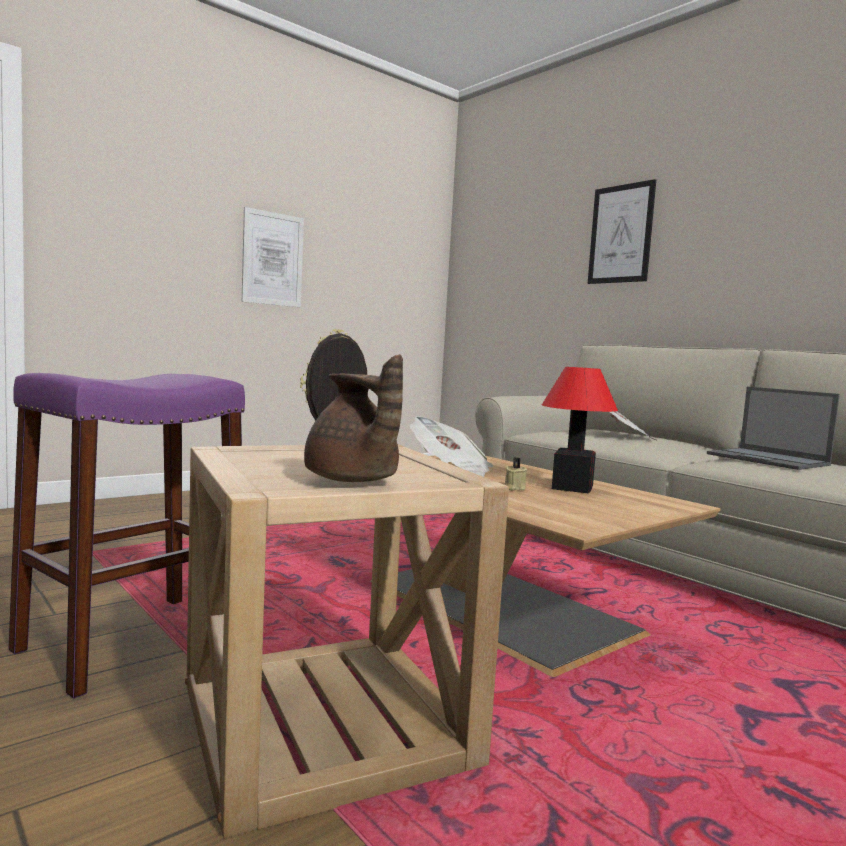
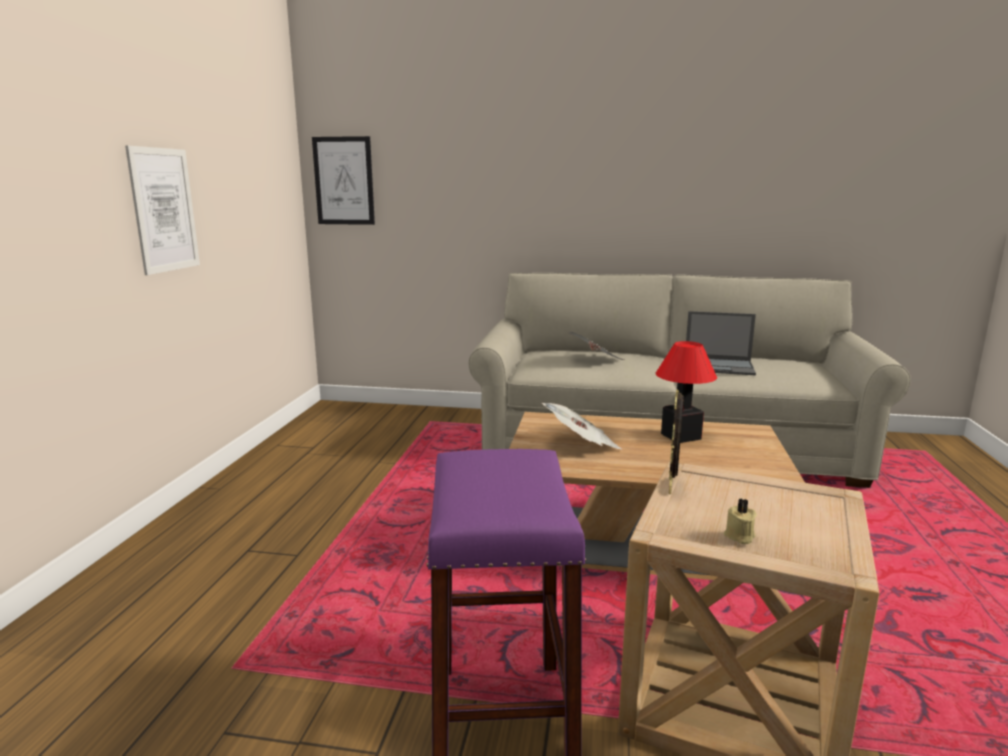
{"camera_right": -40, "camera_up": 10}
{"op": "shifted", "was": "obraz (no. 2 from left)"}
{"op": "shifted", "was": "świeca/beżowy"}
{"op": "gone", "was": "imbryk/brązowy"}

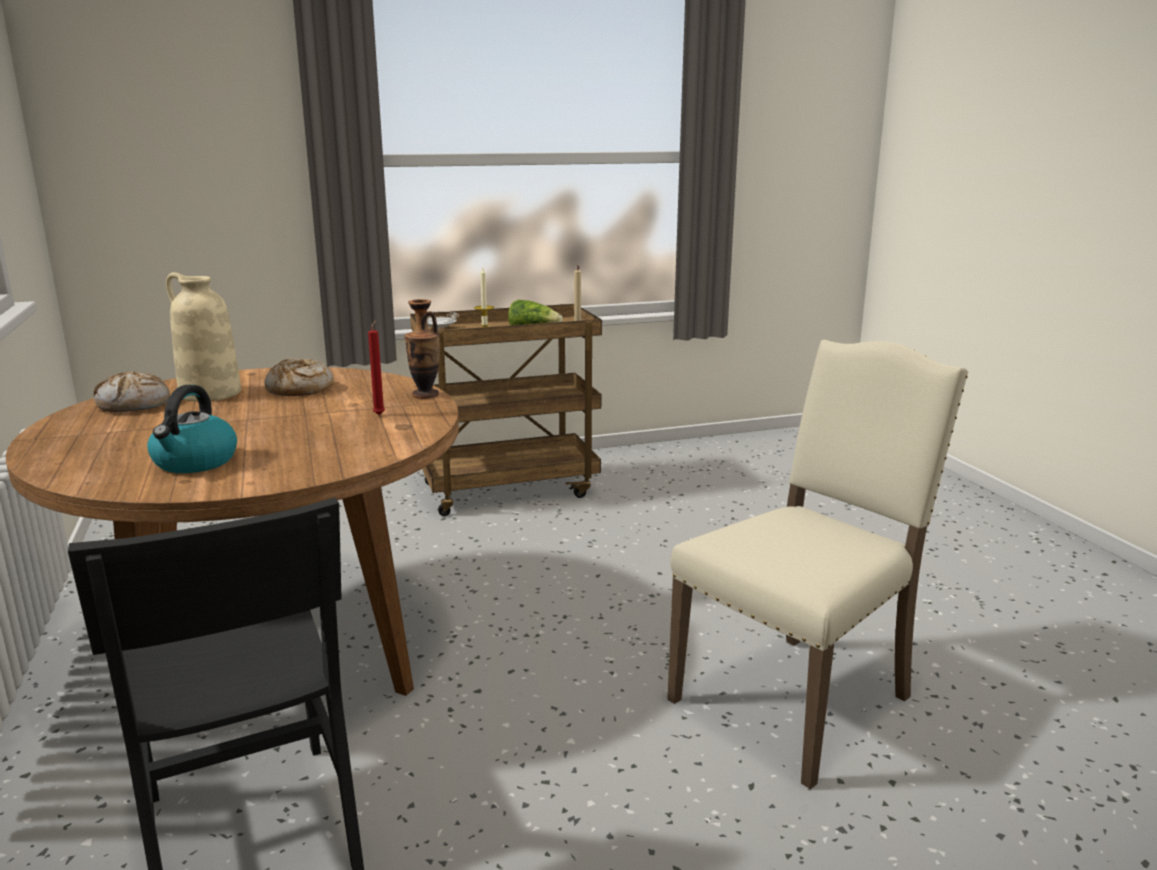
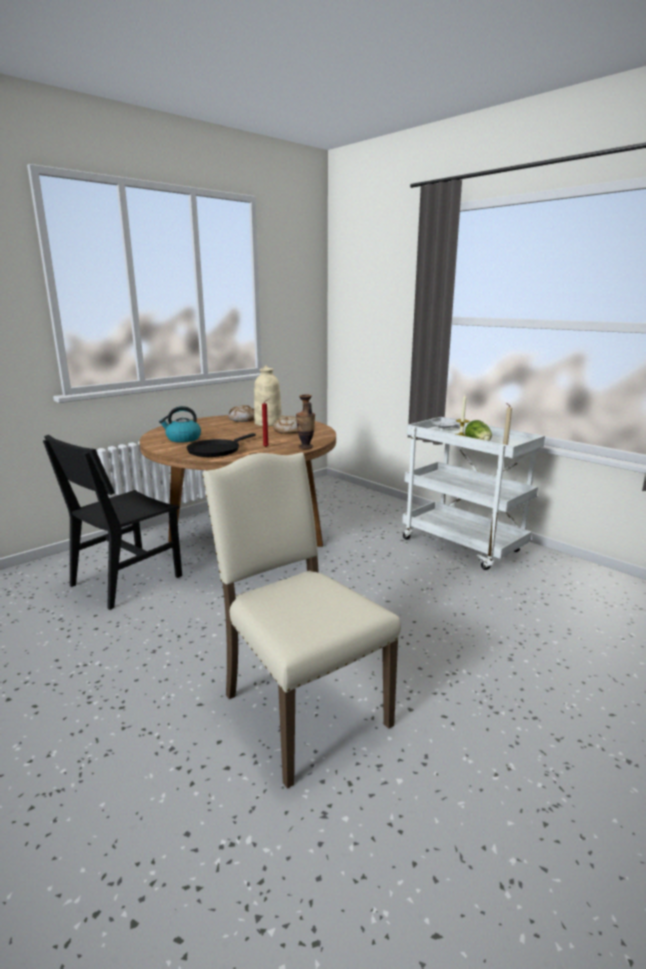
{"camera_right": 65, "camera_up": 0}
{"op": "new", "now": "patelnia/czarny"}
{"op": "rotated", "was": "krzesło/beżowy", "clockwise": -150}
{"op": "repainted", "was": "wózek/brązowy", "now": "wózek/biały"}

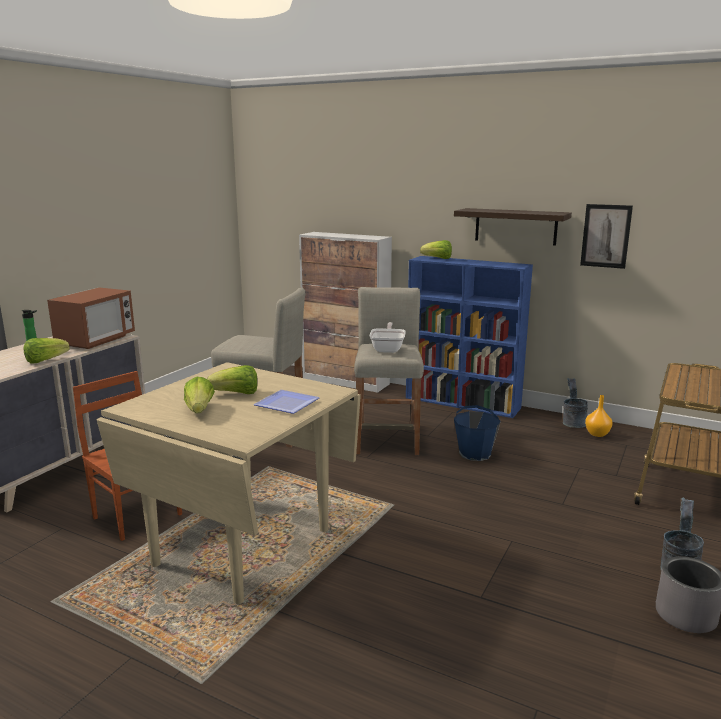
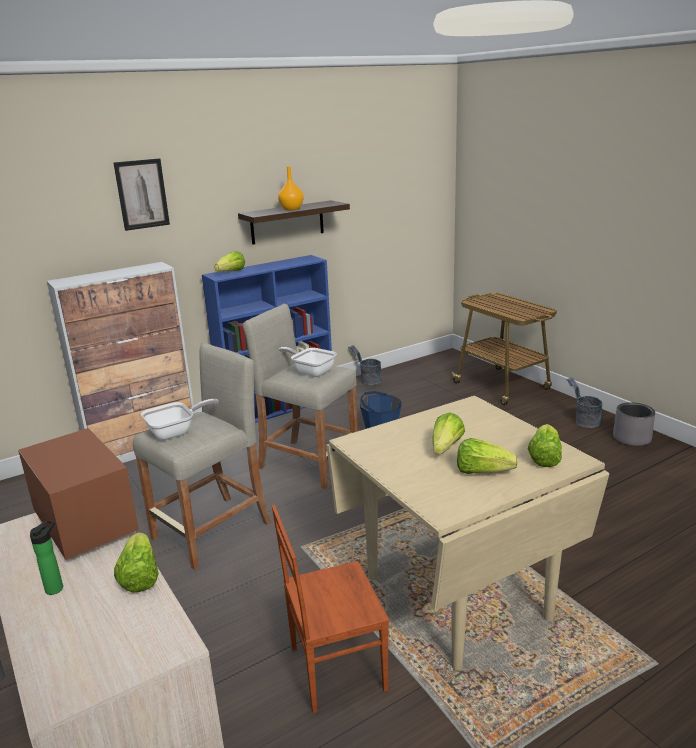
{"camera_right": -60, "camera_up": 5}
{"op": "shifted", "was": "obraz"}
{"op": "new", "now": "patelnia (no. 1 from left)"}
{"op": "shifted", "was": "wazon/pomarańczowy"}
{"op": "new", "now": "sałata (no. 5 from left)"}
{"op": "gone", "was": "talerz"}

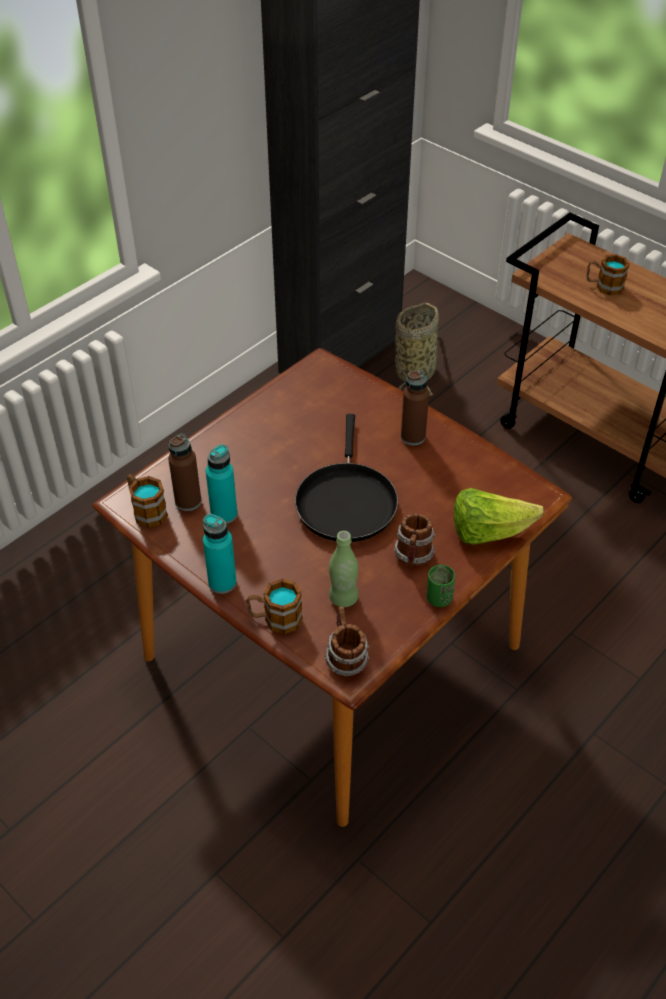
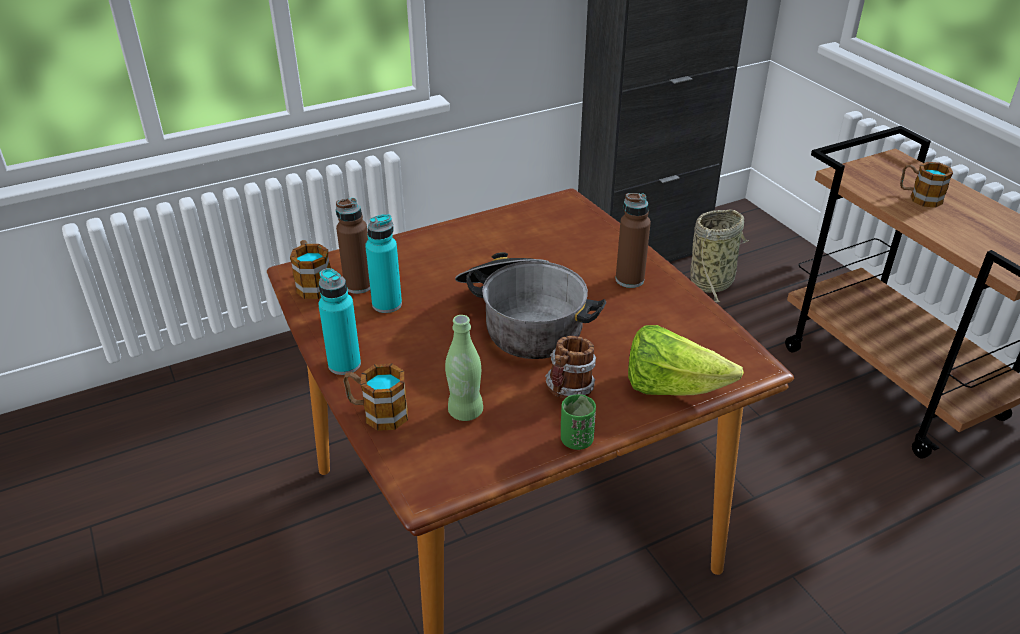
{"camera_right": 20, "camera_up": -10}
{"op": "swapped", "was": "patelnia/czarny", "now": "garnek"}
{"op": "gone", "was": "kubek (no. 3 from left)"}

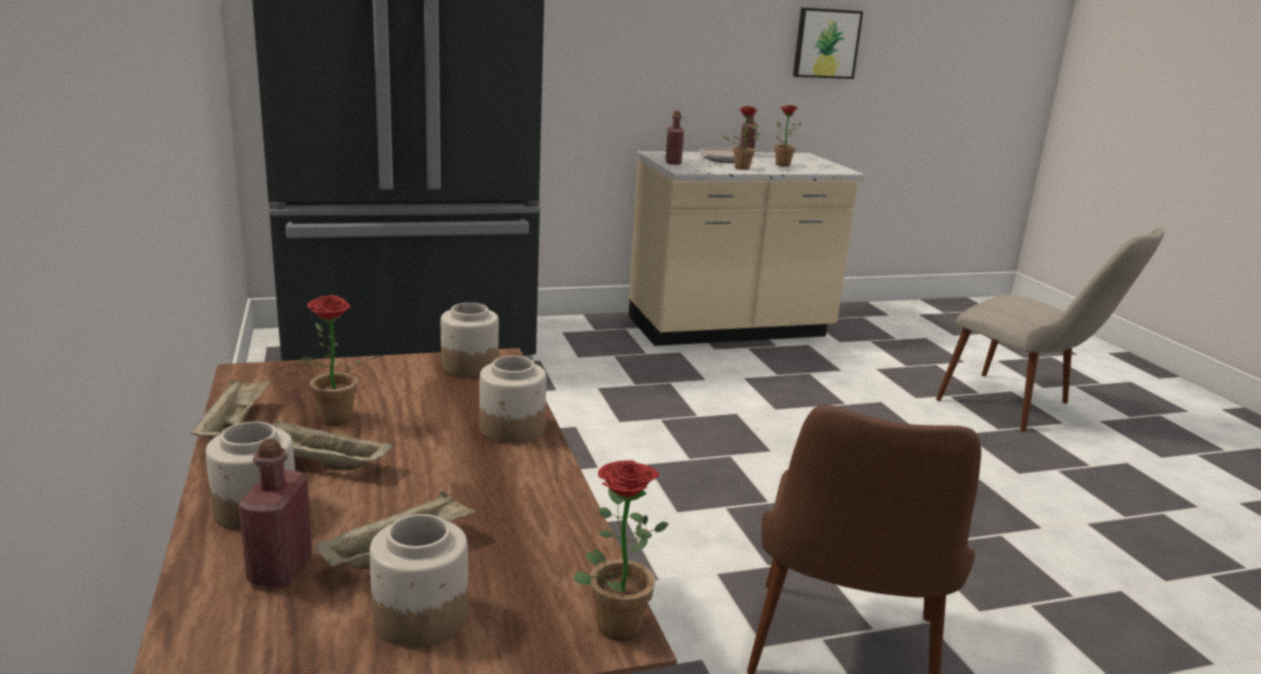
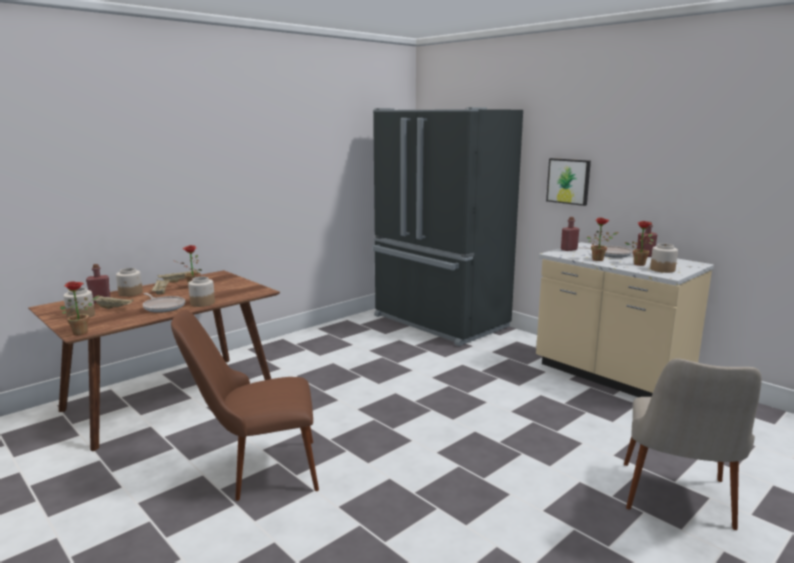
{"camera_right": 65, "camera_up": -5}
{"op": "new", "now": "patelnia (no. 1 from left)"}
{"op": "shifted", "was": "obraz"}
{"op": "shifted", "was": "słoik (no. 3 from left in the first image)", "now": "słoik (no. 4 from left)"}

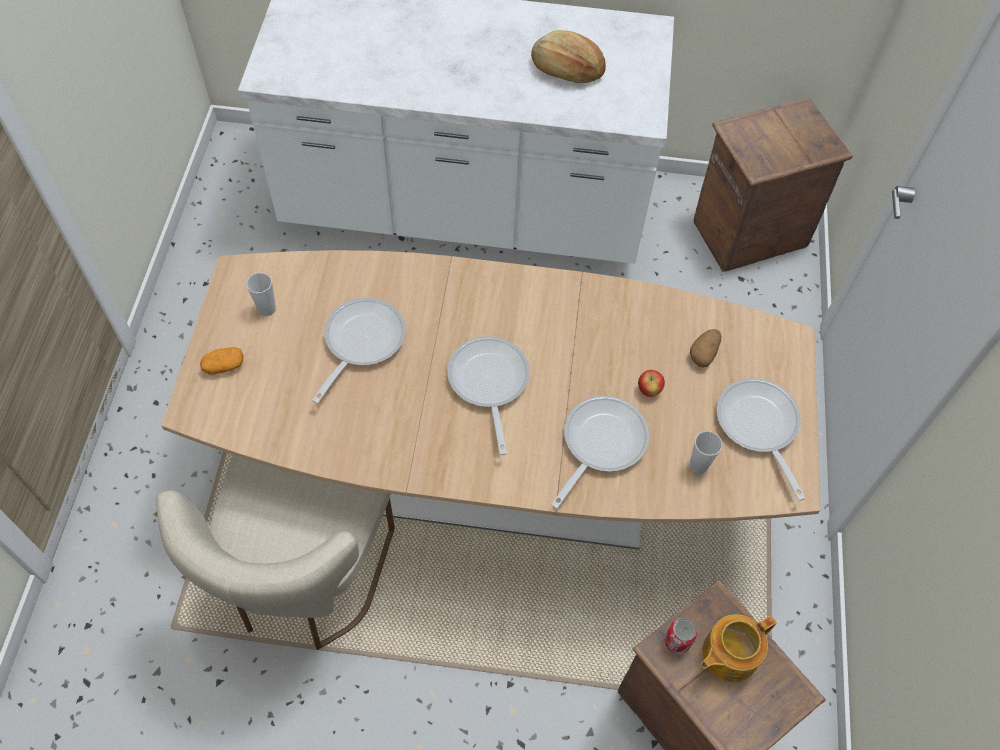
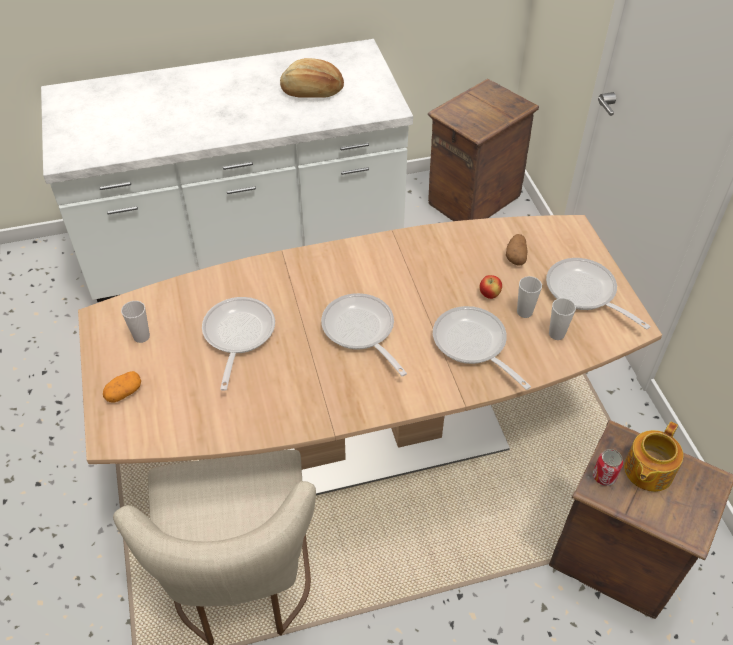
{"camera_right": -20, "camera_up": -10}
{"op": "rotated", "was": "patelnia (no. 3 from left)", "clockwise": -45}
{"op": "new", "now": "filiżanka (no. 2 from left)"}

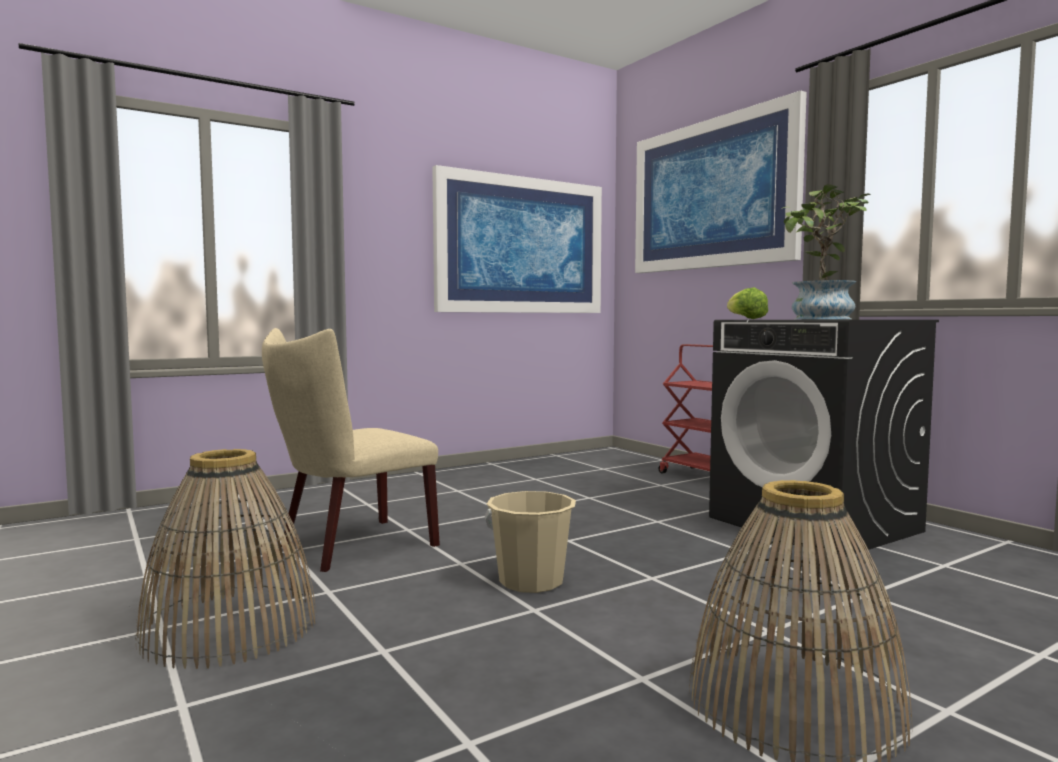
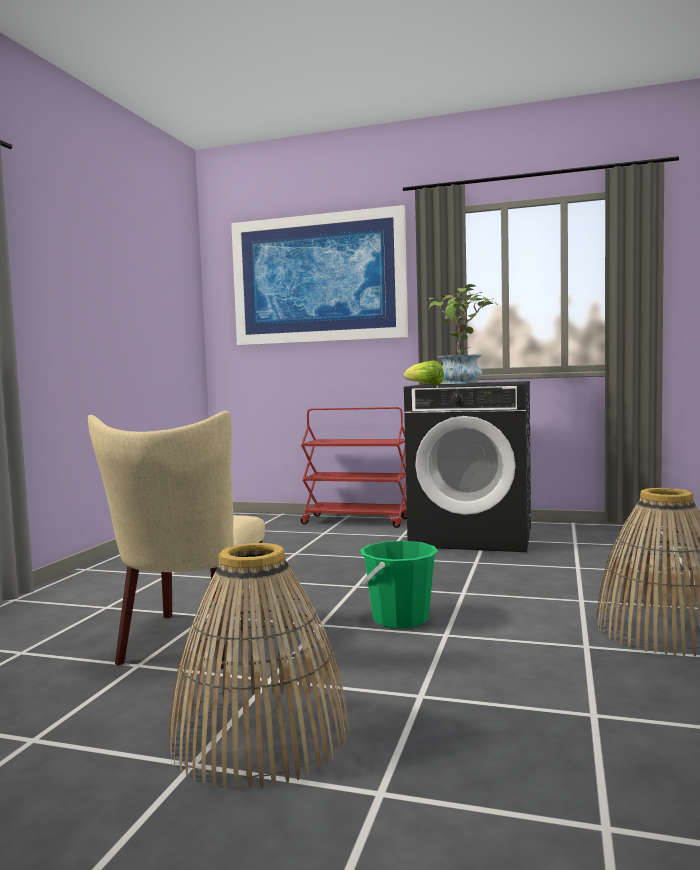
{"camera_right": -40, "camera_up": 0}
{"op": "repainted", "was": "wiadro/beżowy", "now": "wiadro/zielony"}
{"op": "gone", "was": "obraz (no. 1 from left)"}

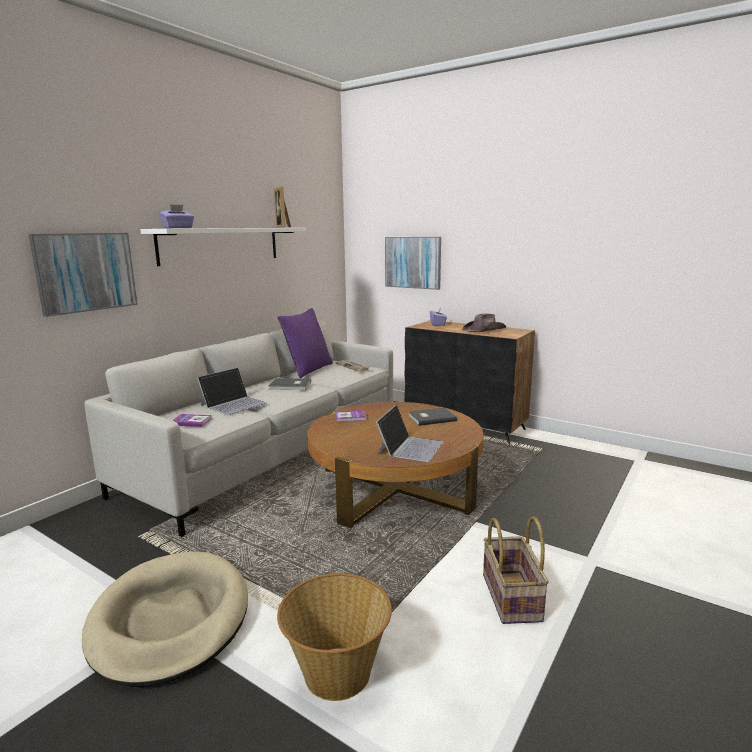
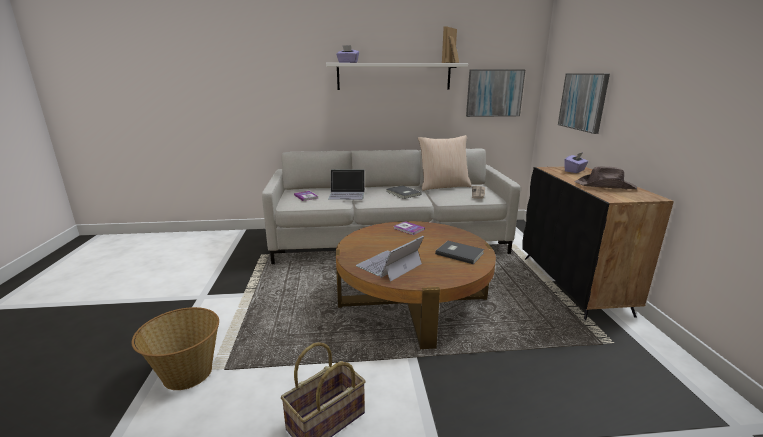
{"camera_right": 50, "camera_up": 5}
{"op": "rotated", "was": "laptop (no. 2 from left)", "clockwise": 150}
{"op": "repainted", "was": "poduszka/fioletowy", "now": "poduszka/beżowy"}
{"op": "shifted", "was": "obraz (no. 1 from left)"}
{"op": "gone", "was": "legowisko/beżowy"}

